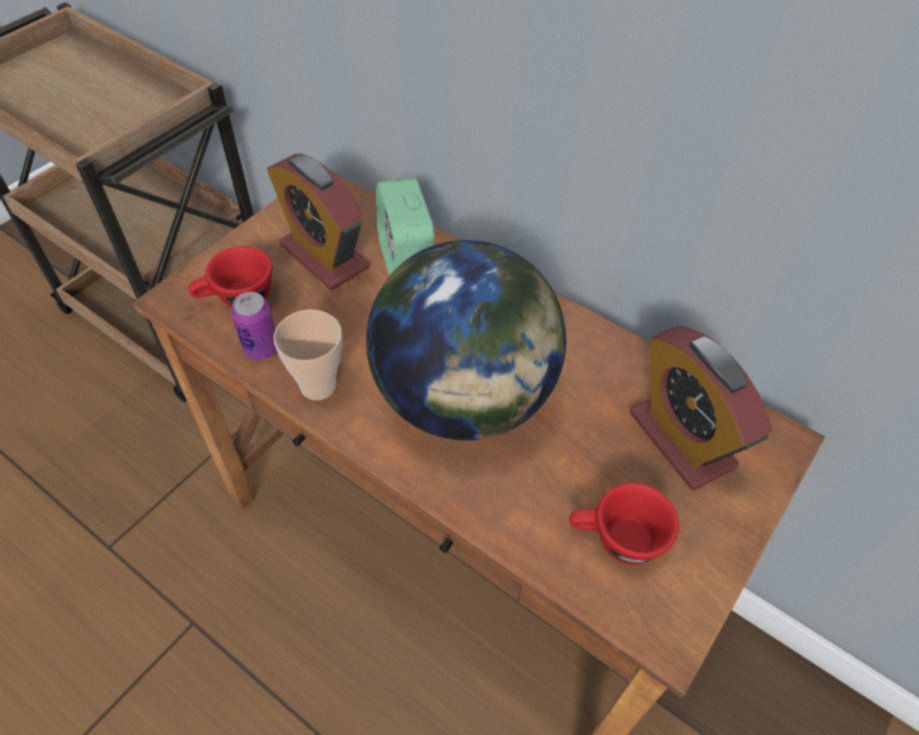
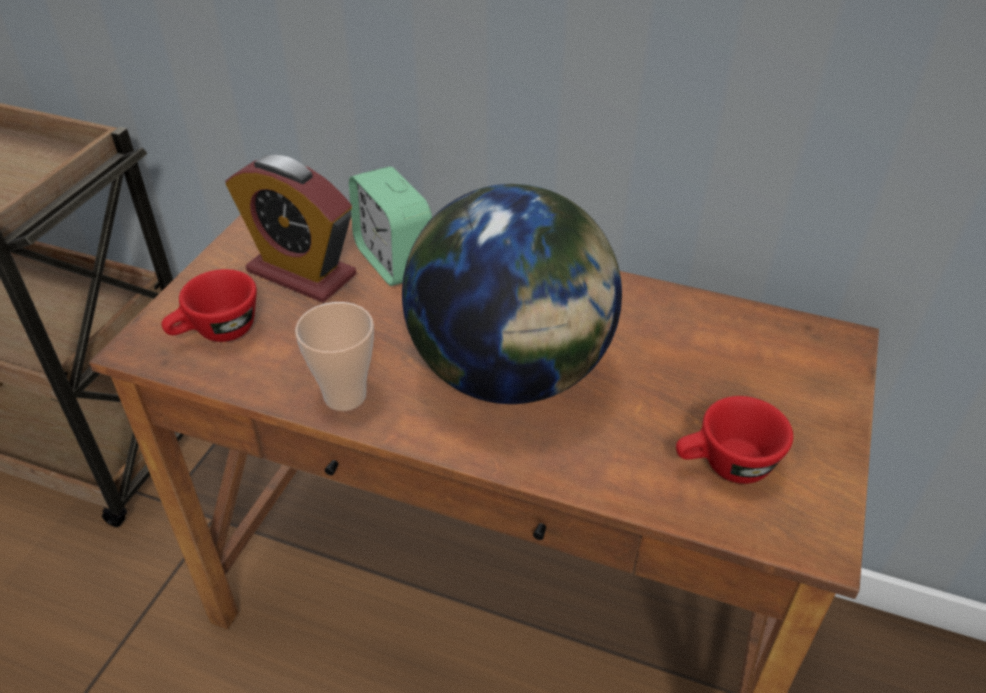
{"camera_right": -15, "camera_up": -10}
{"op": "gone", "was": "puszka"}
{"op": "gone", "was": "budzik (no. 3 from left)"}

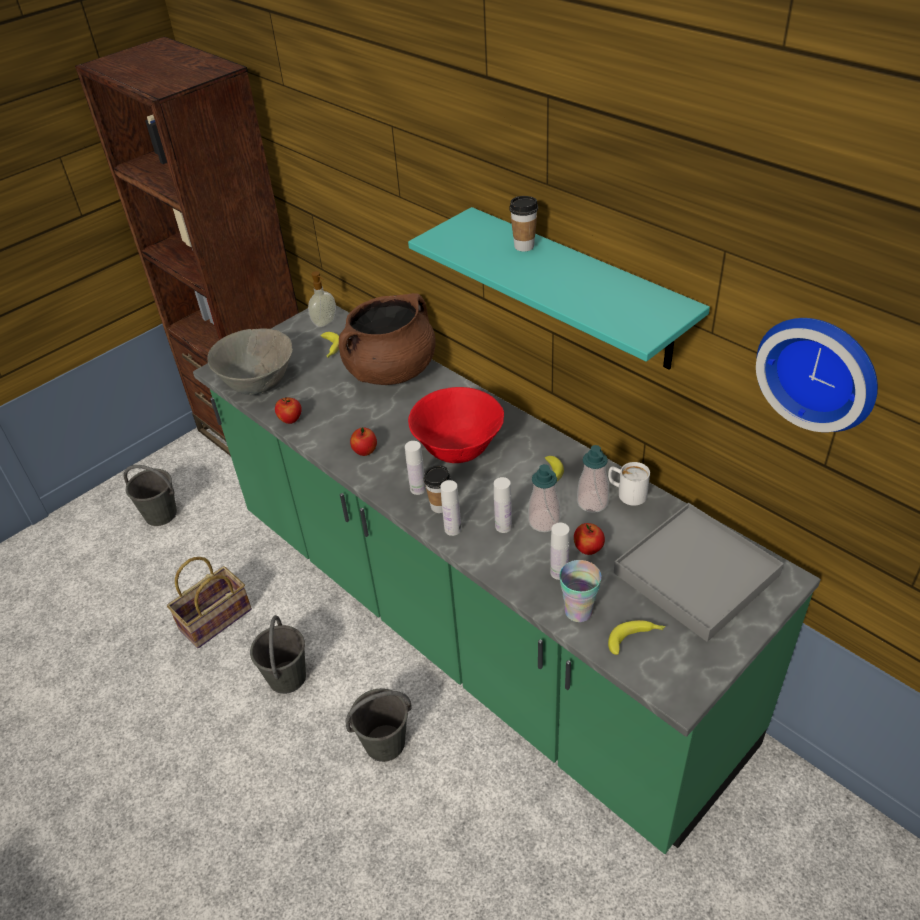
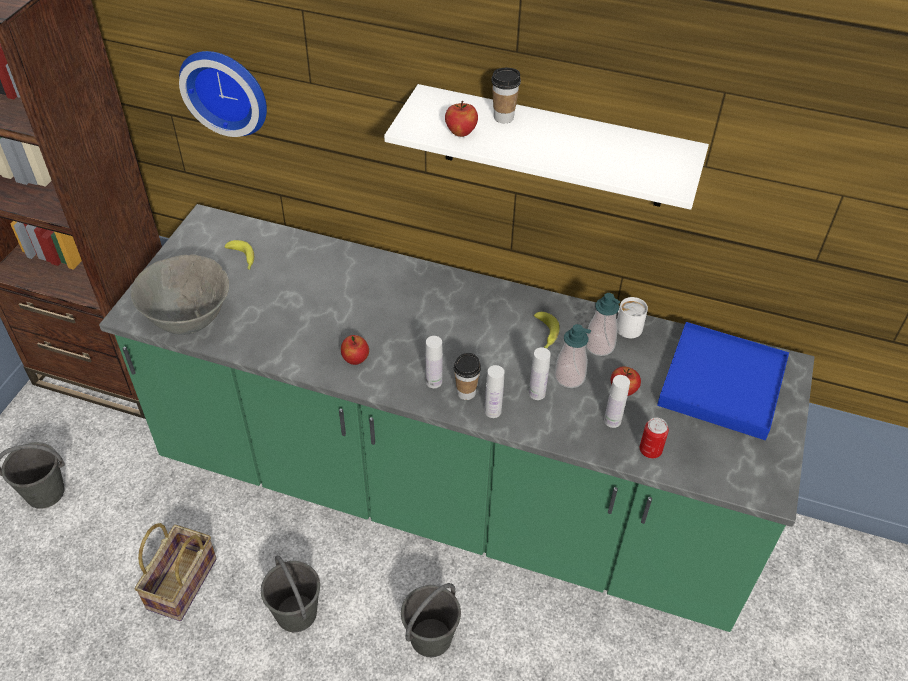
{"camera_right": -30, "camera_up": 5}
{"op": "shifted", "was": "zegar ścienny"}
{"op": "repainted", "was": "półka/turkusowy", "now": "półka/biały"}
{"op": "shifted", "was": "jabłko (no. 1 from left in the first image)", "now": "jabłko (no. 2 from left)"}
{"op": "swapped", "was": "filiżanka (no. 3 from left)", "now": "puszka"}
{"op": "repainted", "was": "taca/szary", "now": "taca/niebieski"}
{"op": "gone", "was": "dozownik mydła (no. 1 from left)"}
{"op": "gone", "was": "garnek/brązowy"}
{"op": "gone", "was": "miska/czerwony"}
{"op": "gone", "was": "banan (no. 3 from left)"}

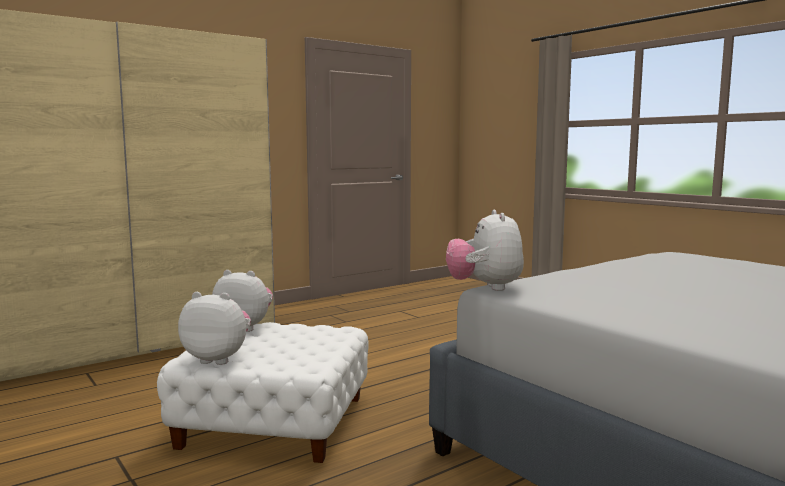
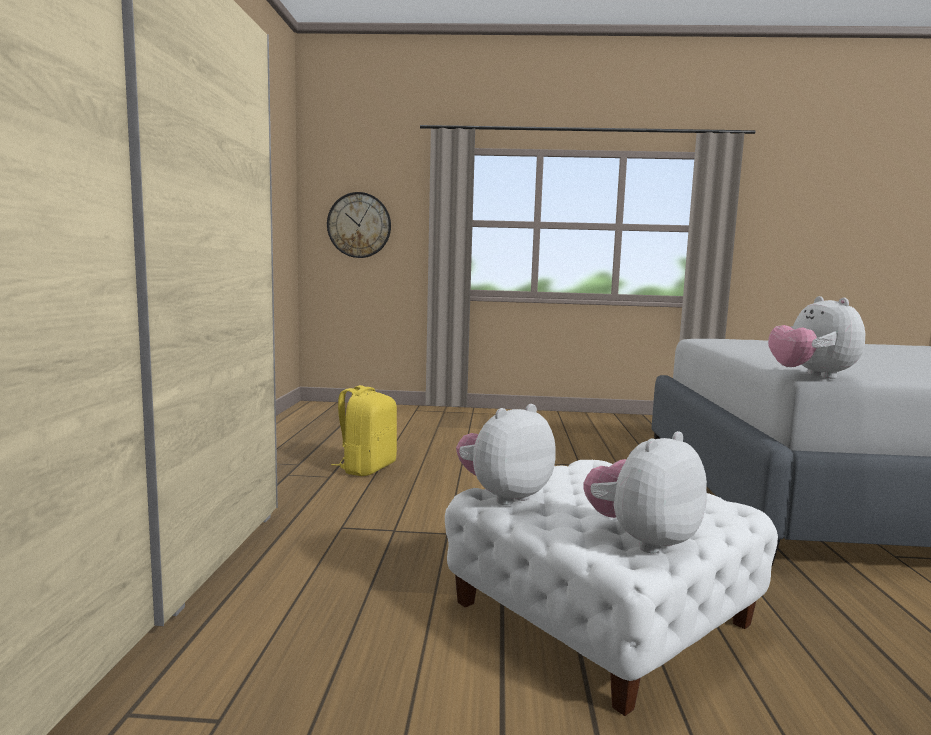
{"camera_right": -50, "camera_up": 0}
{"op": "new", "now": "zegar ścienny"}
{"op": "new", "now": "plecak/żółty"}
{"op": "rotated", "was": "pluszak (no. 3 from left)", "clockwise": 45}

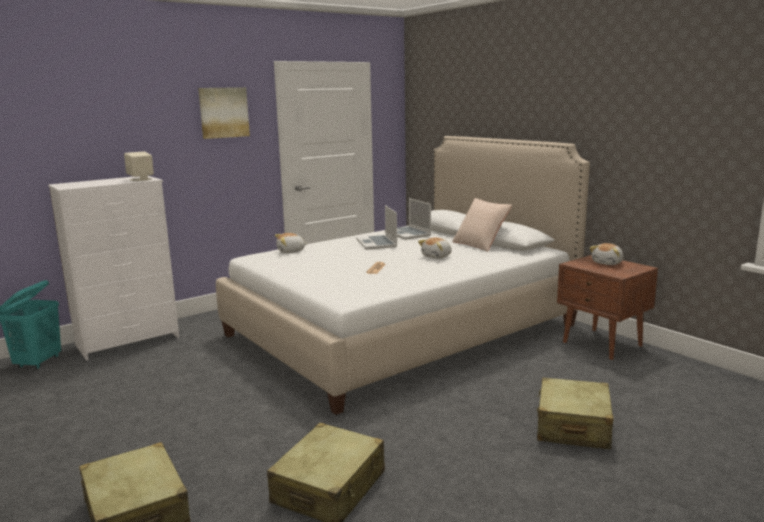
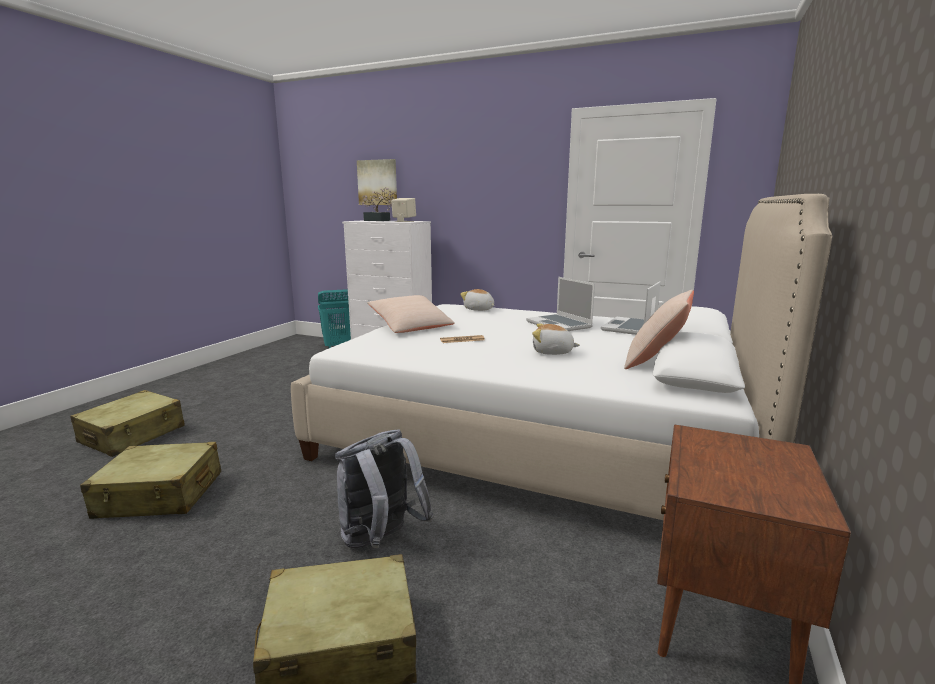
{"camera_right": 60, "camera_up": 0}
{"op": "new", "now": "plecak/szary"}
{"op": "shifted", "was": "obraz"}
{"op": "new", "now": "roślina doniczkowa"}
{"op": "new", "now": "poduszka/beżowy (no. 1 from left)"}
{"op": "rotated", "was": "laptop (no. 1 from left)", "clockwise": -75}
{"op": "gone", "was": "pluszak (no. 3 from left)"}

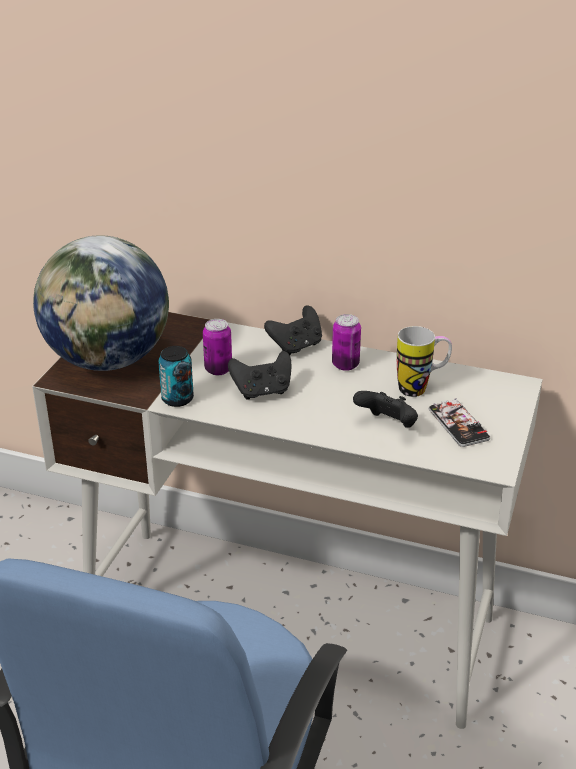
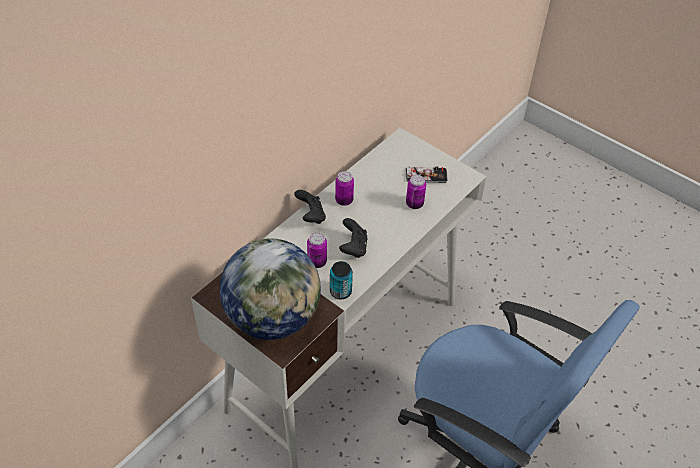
{"camera_right": -70, "camera_up": 15}
{"op": "swapped", "was": "pad do gier/czarny (no. 3 from left)", "now": "puszka (no. 4 from left)"}
{"op": "gone", "was": "kubek"}

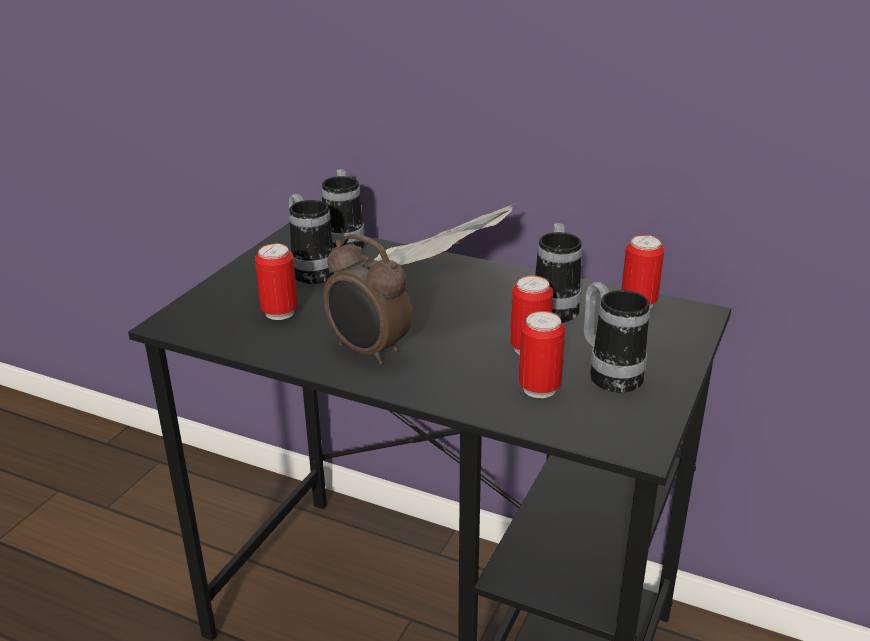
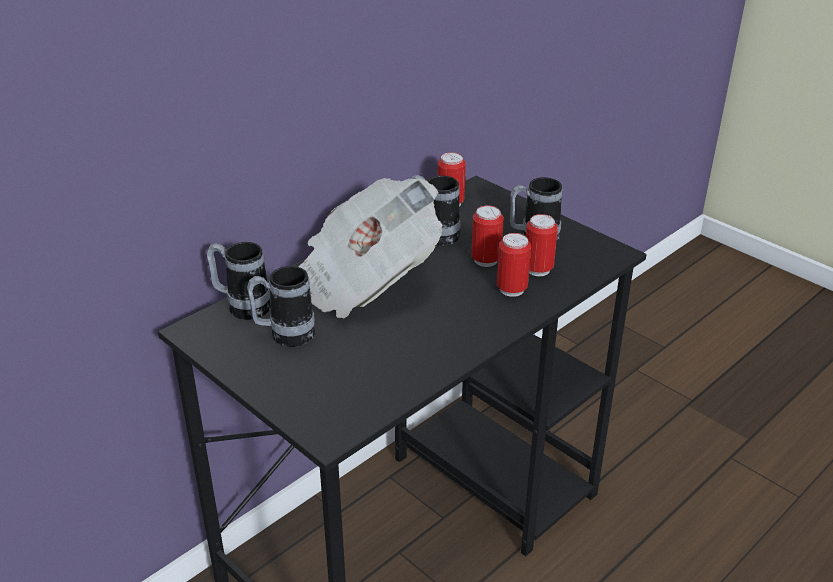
{"camera_right": -70, "camera_up": 5}
{"op": "shifted", "was": "puszka (no. 1 from left in the first image)", "now": "puszka (no. 3 from left)"}
{"op": "gone", "was": "budzik"}

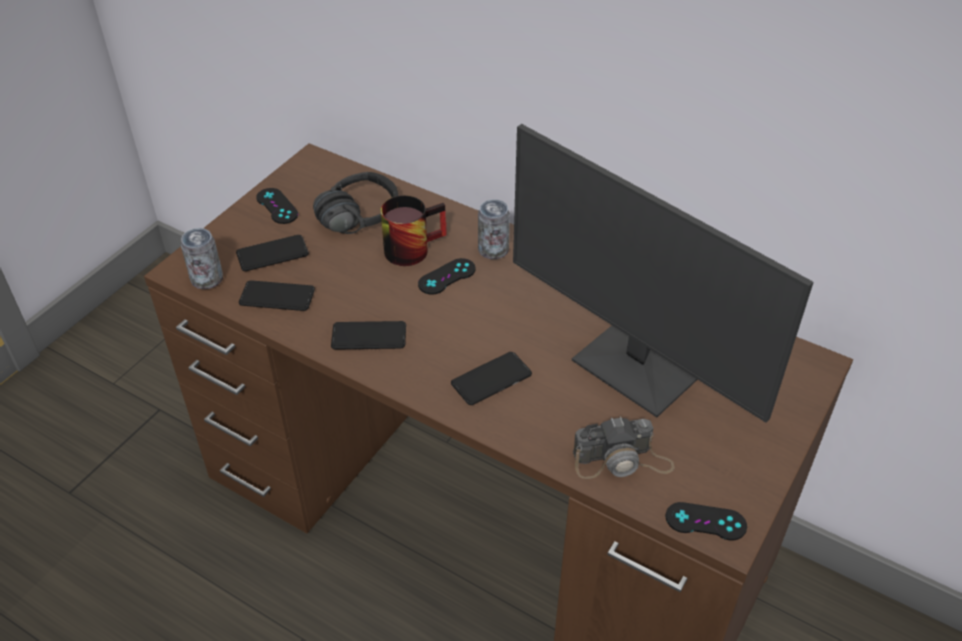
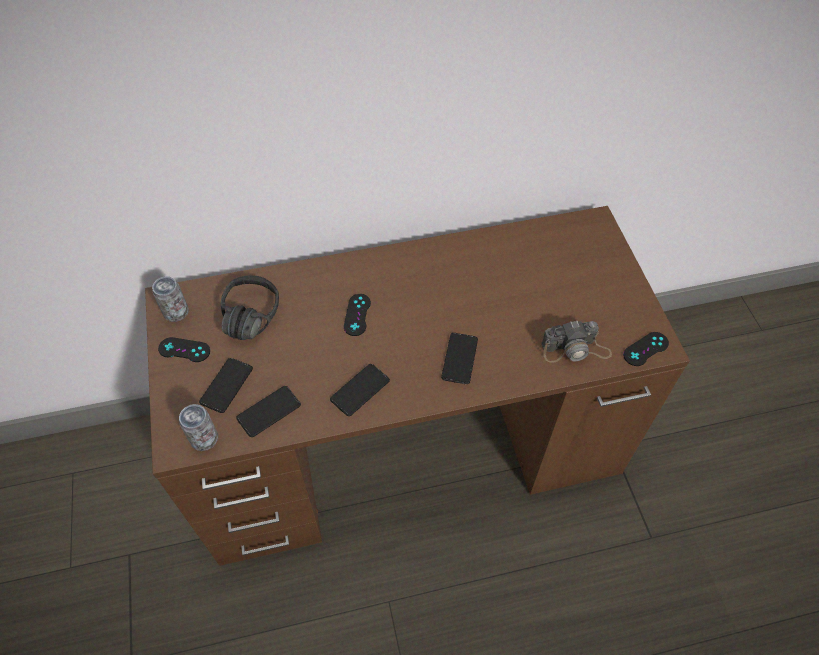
{"camera_right": -45, "camera_up": 10}
{"op": "shifted", "was": "puszka (no. 2 from left in the first image)", "now": "puszka (no. 1 from left)"}
{"op": "rotated", "was": "aparat fotograficzny", "clockwise": 45}
{"op": "gone", "was": "kubek"}
{"op": "gone", "was": "monitor"}

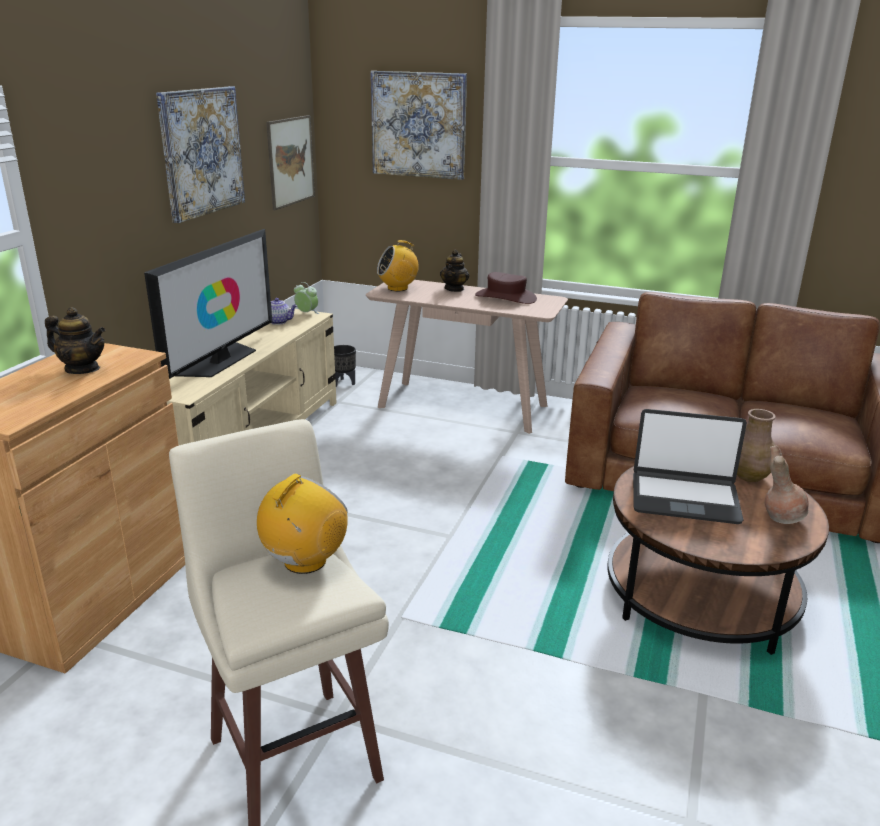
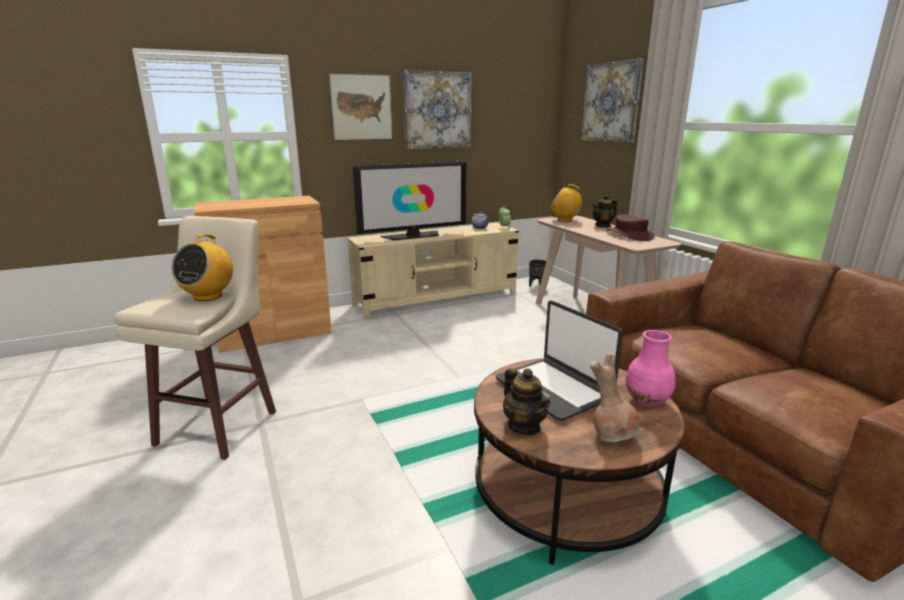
{"camera_right": 45, "camera_up": -5}
{"op": "rotated", "was": "radio (no. 1 from left)", "clockwise": 120}
{"op": "shifted", "was": "obraz (no. 2 from left in the first image)", "now": "obraz (no. 1 from left)"}
{"op": "shifted", "was": "imbryk (no. 1 from left in the first image)", "now": "imbryk (no. 2 from left)"}
{"op": "repainted", "was": "wazon/brązowy (no. 1 from left)", "now": "wazon/różowy"}

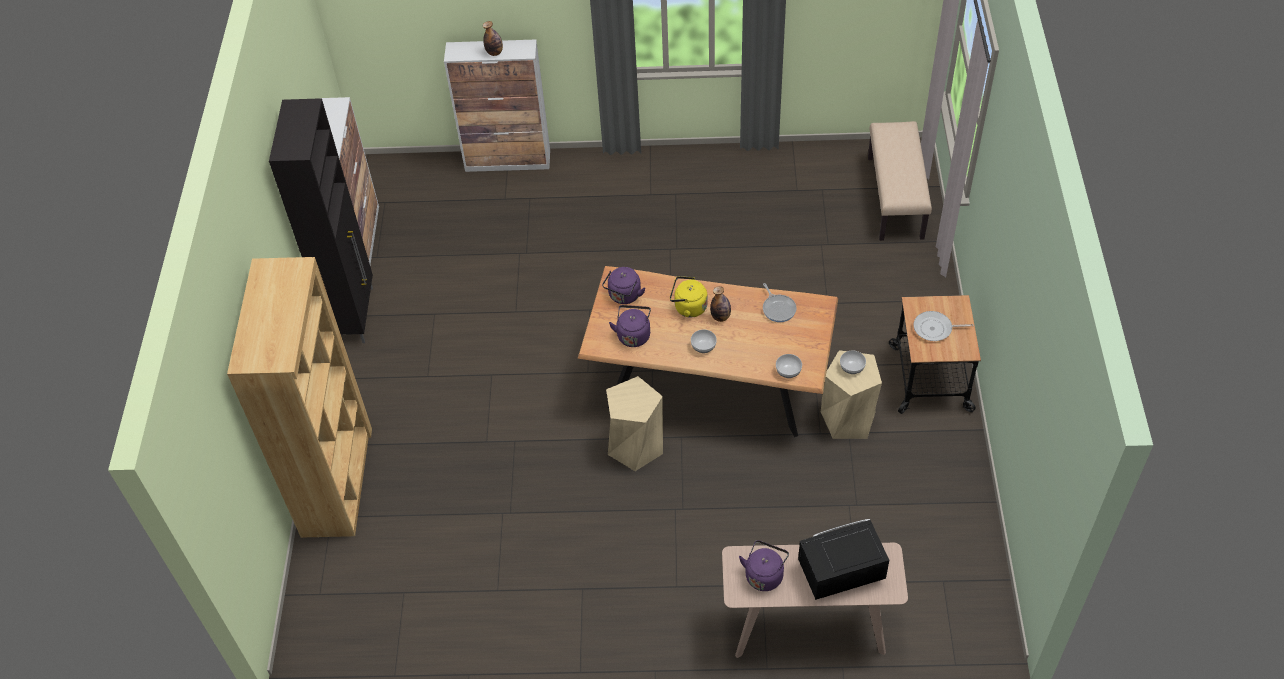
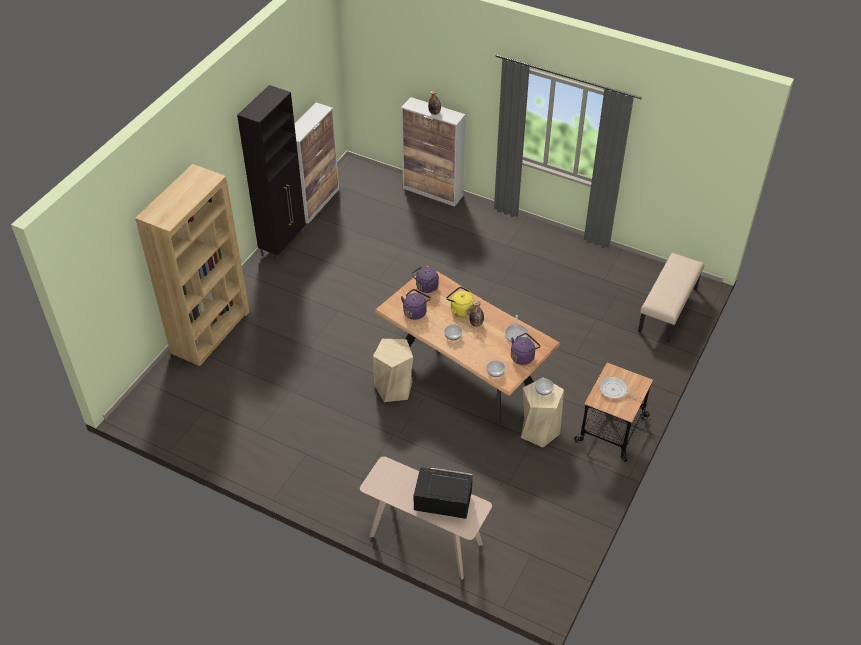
{"camera_right": 25, "camera_up": -5}
{"op": "shifted", "was": "czajnik/fioletowy (no. 3 from left)"}

